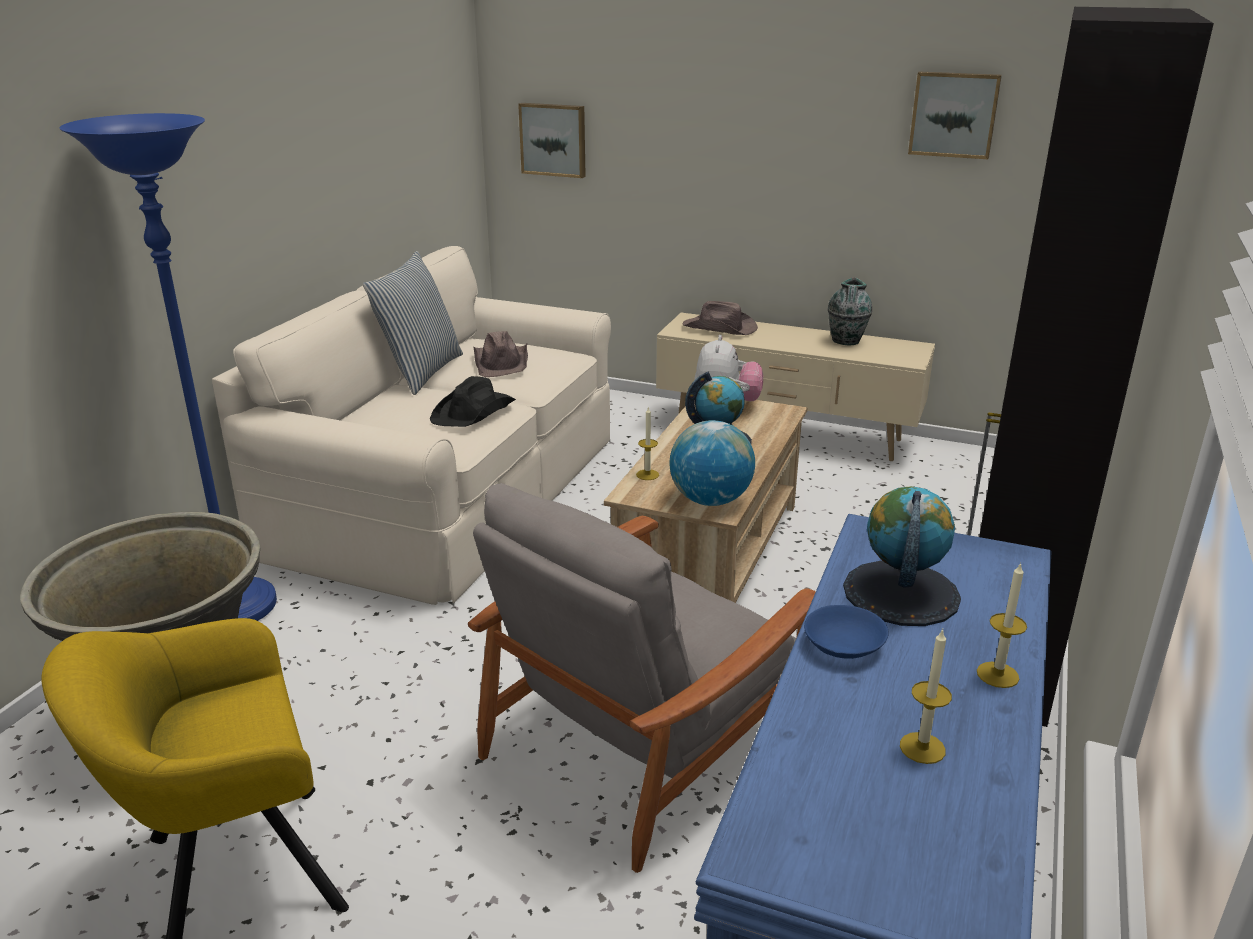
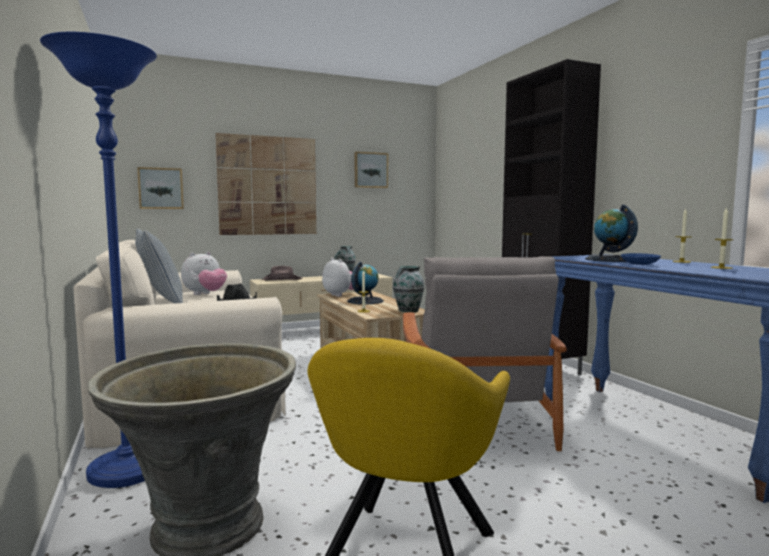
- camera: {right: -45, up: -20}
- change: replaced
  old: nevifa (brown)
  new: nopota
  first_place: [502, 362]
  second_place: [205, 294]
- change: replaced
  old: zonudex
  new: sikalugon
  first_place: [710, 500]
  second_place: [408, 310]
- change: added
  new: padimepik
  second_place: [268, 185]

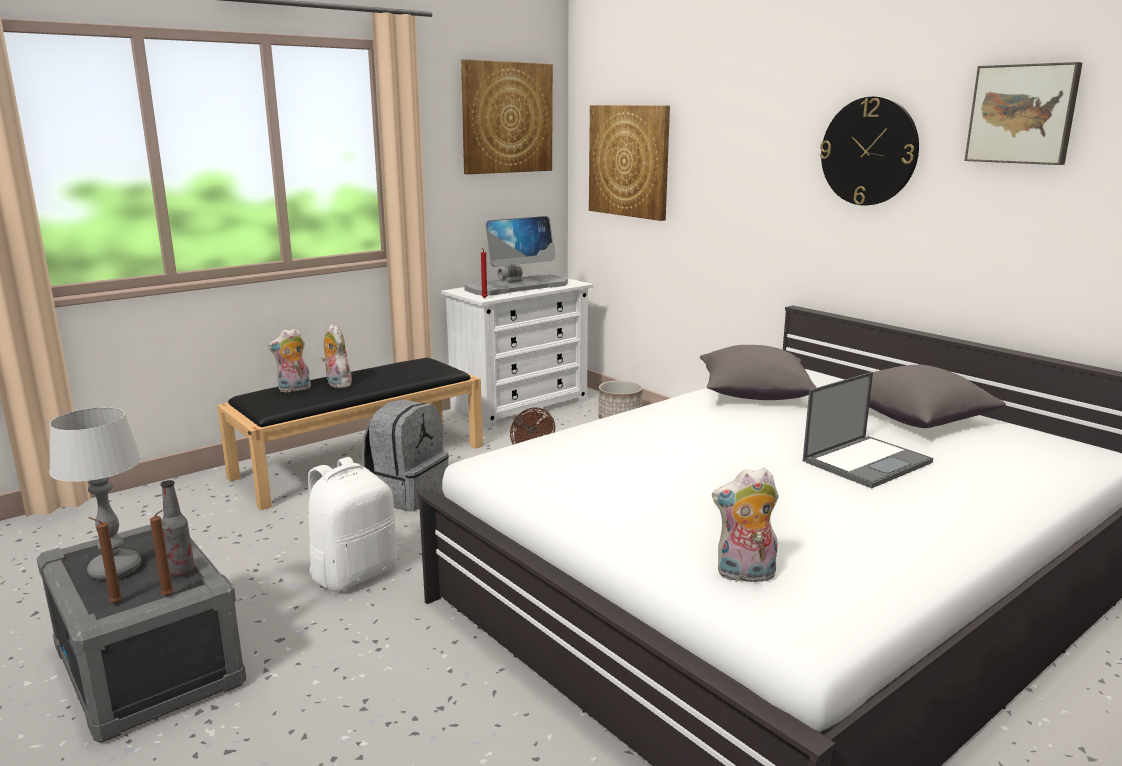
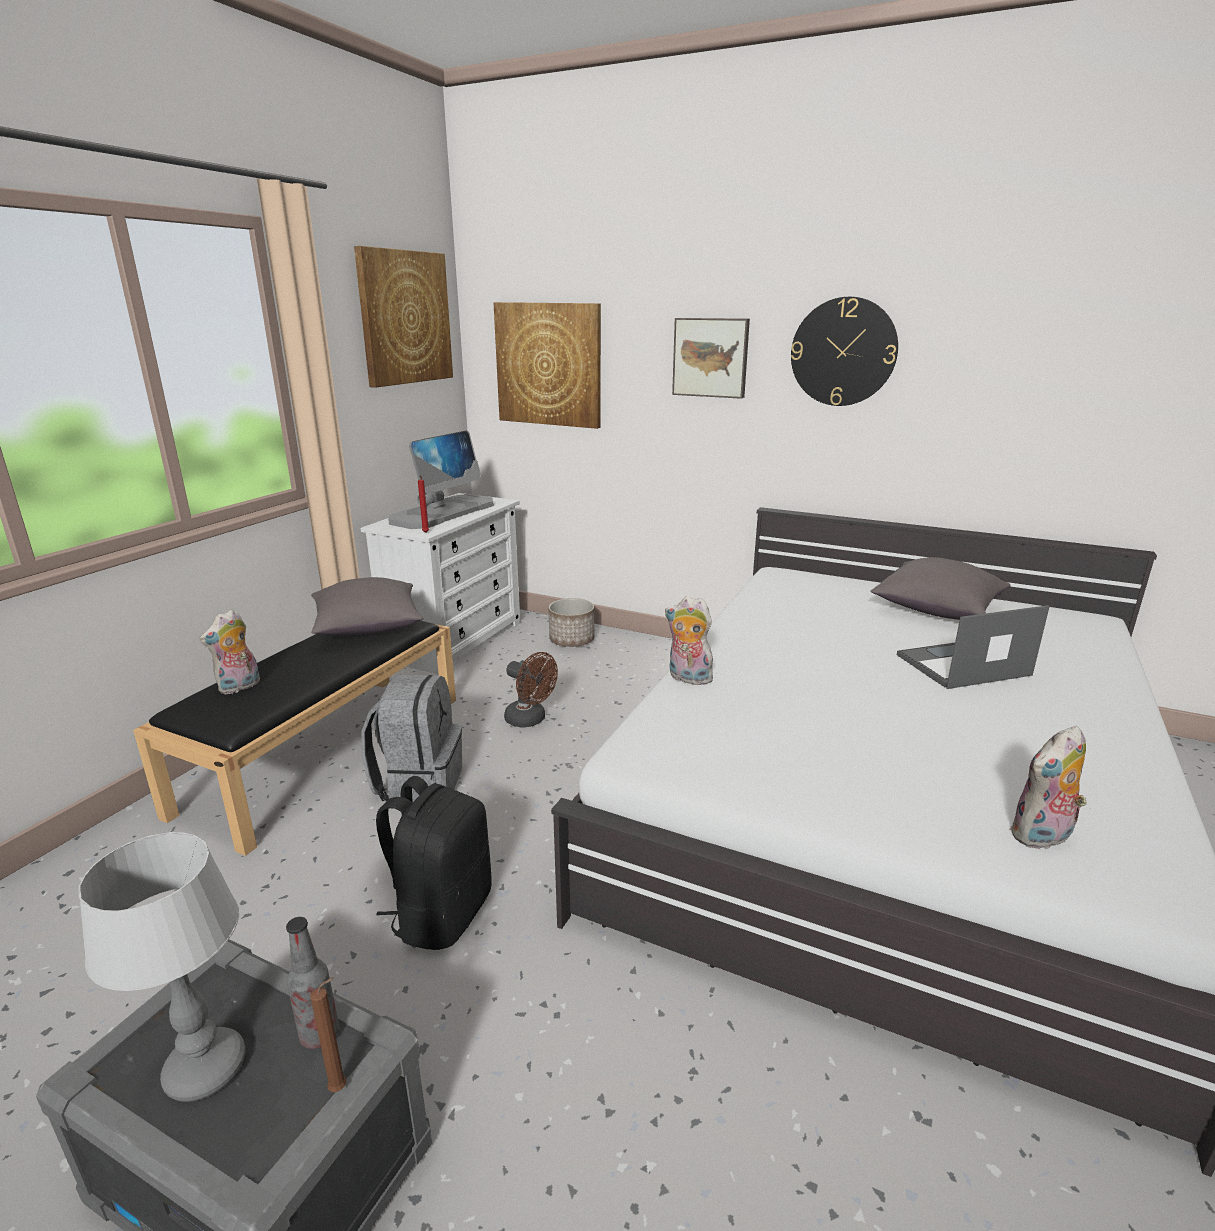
- camera: {right: -25, up: 5}
- change: removed
  old: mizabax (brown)
  first_place: [114, 603]
- change: recoloured
  old: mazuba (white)
  new: mazuba (black)
  first_place: [354, 573]
  second_place: [441, 914]
- change: moved
  old: nopota
  first_place: [336, 384]
  second_place: [687, 678]
- change: moved
  old: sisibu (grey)
  first_place: [754, 395]
  second_place: [368, 627]
- change: turned
  old: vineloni
  first_place: [867, 461]
  second_place: [962, 665]
  degrees: -135
- change: moved
  old: padimepik
  first_place: [1022, 114]
  second_place: [711, 357]

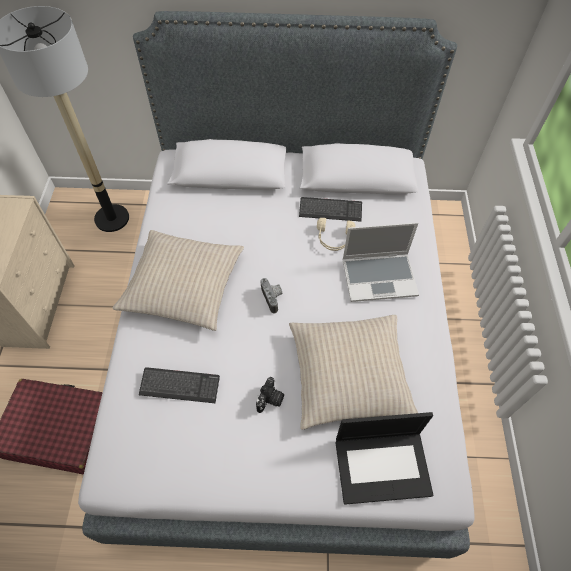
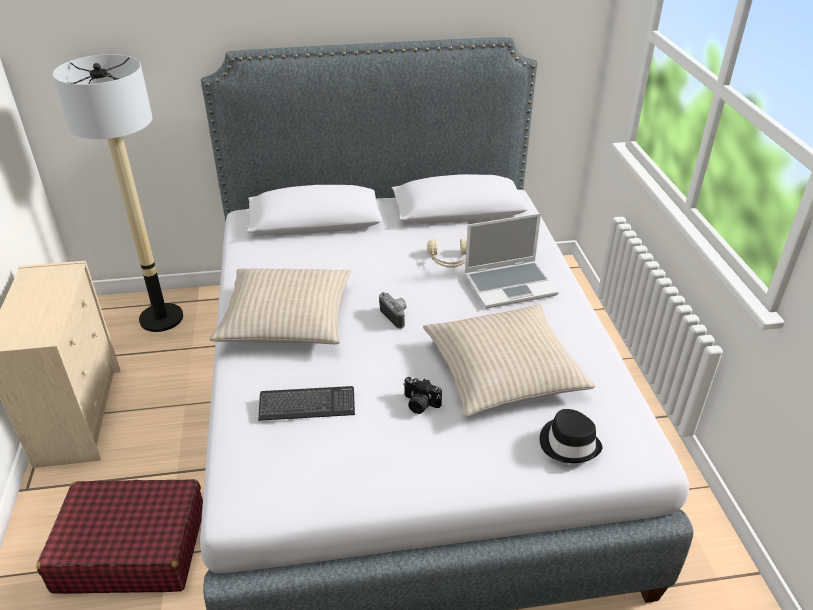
- camera: {right: -10, up: -20}
- change: turned
  old: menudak
  first_place: [270, 400]
  second_place: [419, 404]
  degrees: 105
- change: removed
  old: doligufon
  first_place: [330, 210]
- change: replaced
  old: vineloni
  new: nevifa (black)
  first_place: [383, 465]
  second_place: [569, 443]

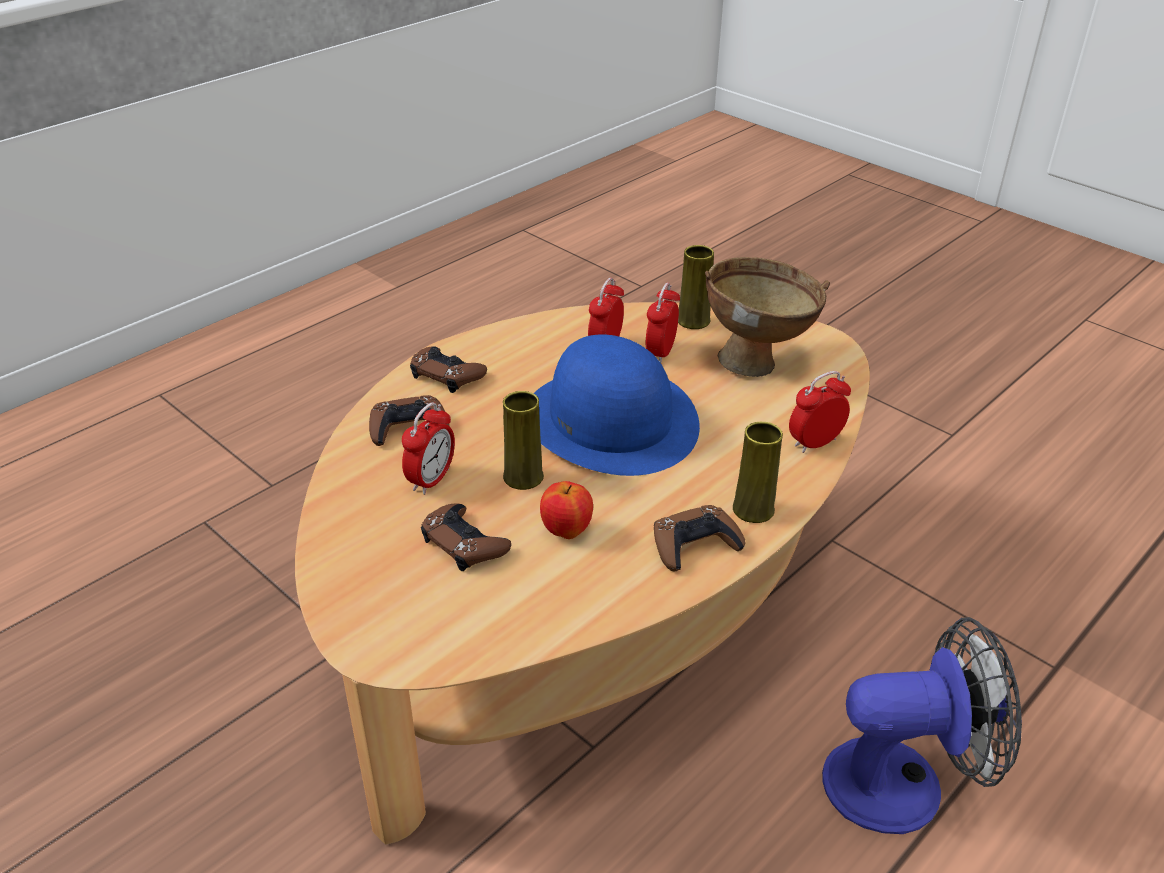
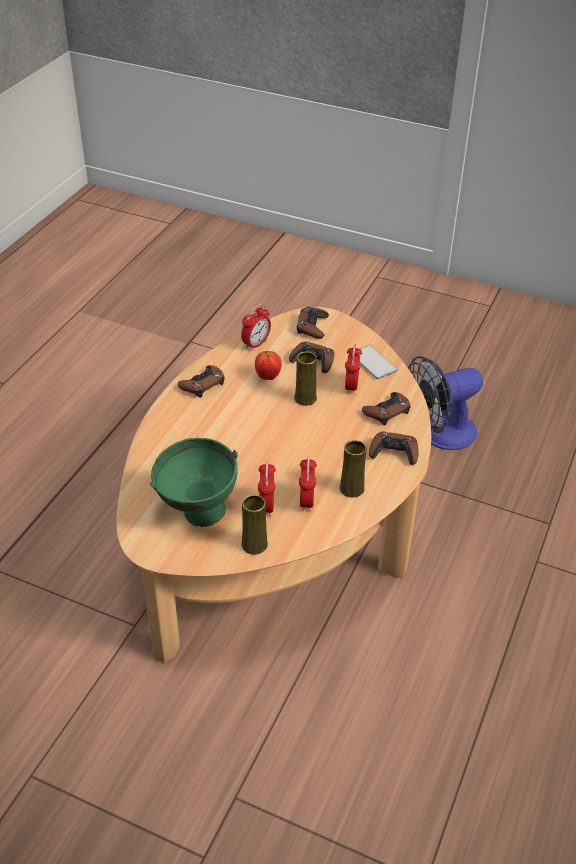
- camera: {right: 160, up: 5}
- change: removed
  old: nevifa (blue)
  first_place: [611, 421]
- change: recoloured
  old: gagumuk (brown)
  new: gagumuk (green)
  first_place: [759, 362]
  second_place: [196, 515]
- change: moved
  old: sikalugon (yellow)
  first_place: [753, 509]
  second_place: [351, 489]
- change: moved
  old: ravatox
  first_place: [815, 443]
  second_place: [256, 344]
- change: moved
  old: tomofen
  first_place: [903, 783]
  second_place: [439, 434]
- change: added
  new: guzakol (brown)
  second_place: [312, 326]
- change: added
  new: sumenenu
  second_place: [373, 363]

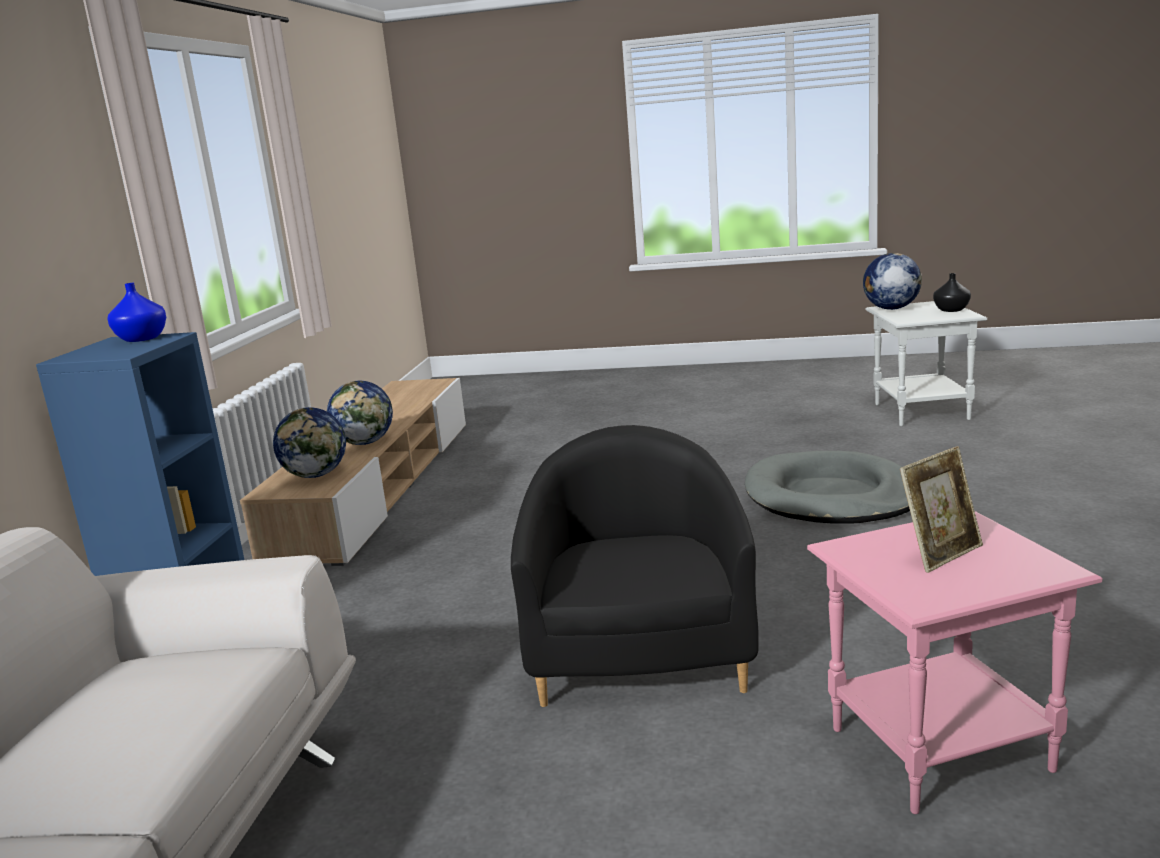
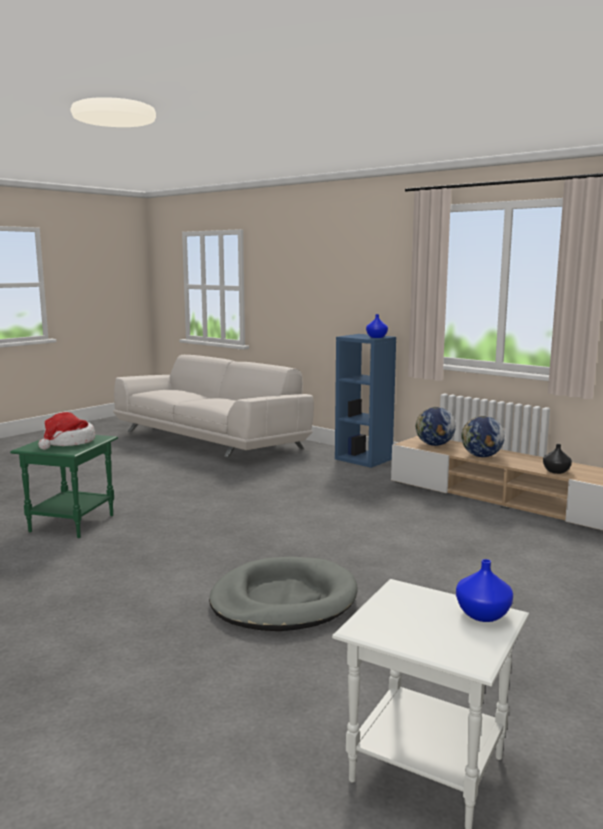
- camera: {right: 120, up: -5}
- change: removed
  old: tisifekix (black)
  first_place: [639, 654]
- change: recoloured
  old: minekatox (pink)
  new: minekatox (green)
  first_place: [937, 750]
  second_place: [72, 523]
- change: replaced
  old: zonudex
  new: sikalugon (blue)
  first_place: [891, 309]
  second_place: [483, 614]
- change: replaced
  old: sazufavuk
  new: nevifa
  first_place: [941, 554]
  second_place: [68, 443]
- change: moved
  old: sikalugon (black)
  first_place: [951, 310]
  second_place: [555, 471]

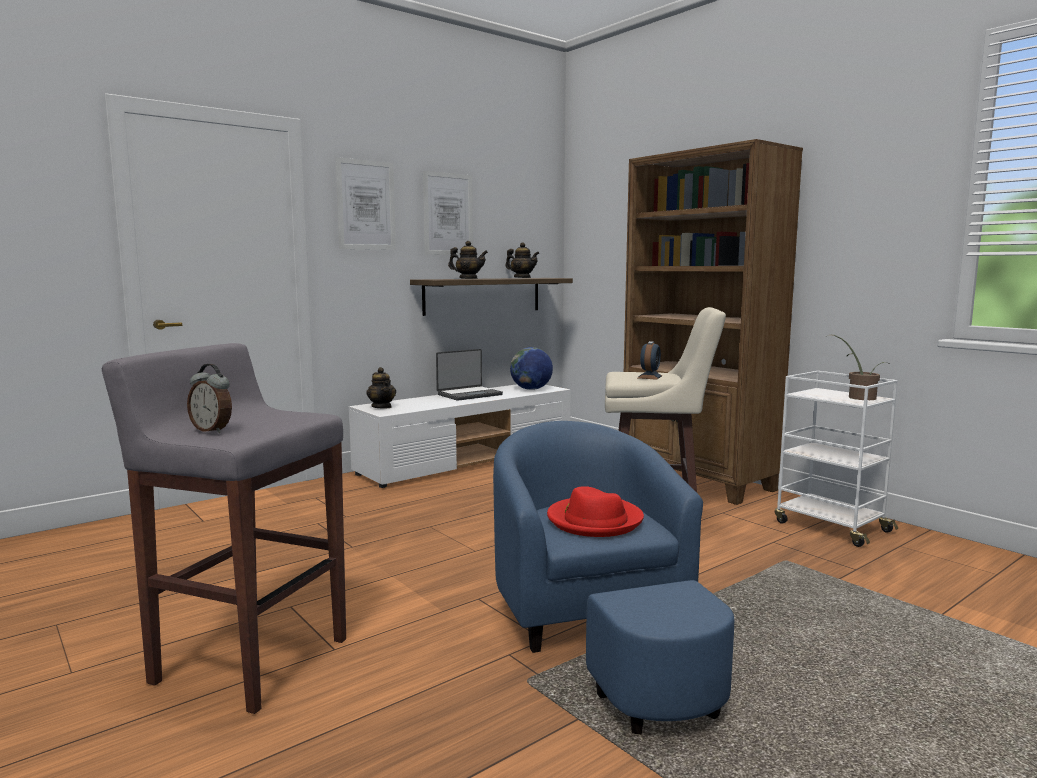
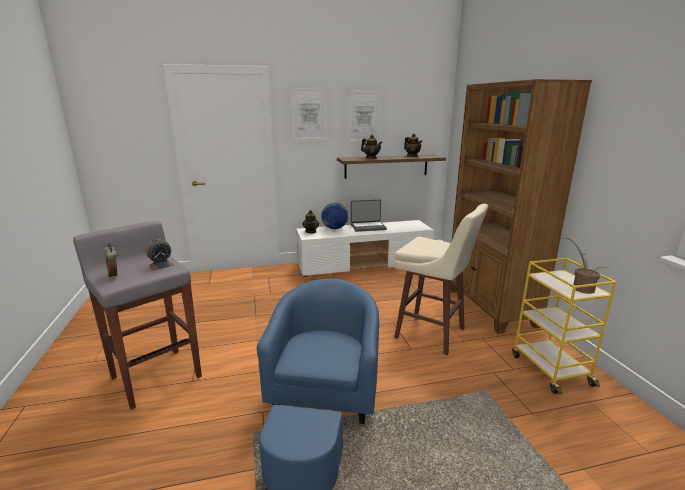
- camera: {right: 25, up: 10}
- change: moved
  old: zonudex
  first_place: [531, 389]
  second_place: [334, 228]
- change: removed
  old: nevifa (red)
  first_place: [594, 521]
- change: moved
  old: ravatox
  first_place: [649, 377]
  second_place: [161, 265]
- change: recoloured
  old: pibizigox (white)
  new: pibizigox (yellow)
  first_place: [830, 526]
  second_place: [550, 369]

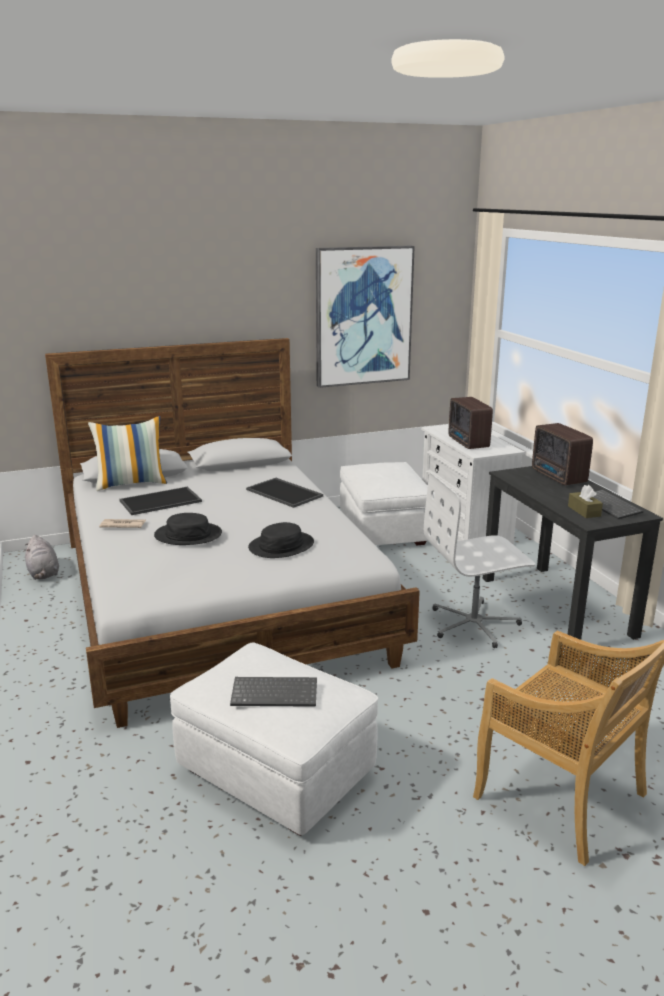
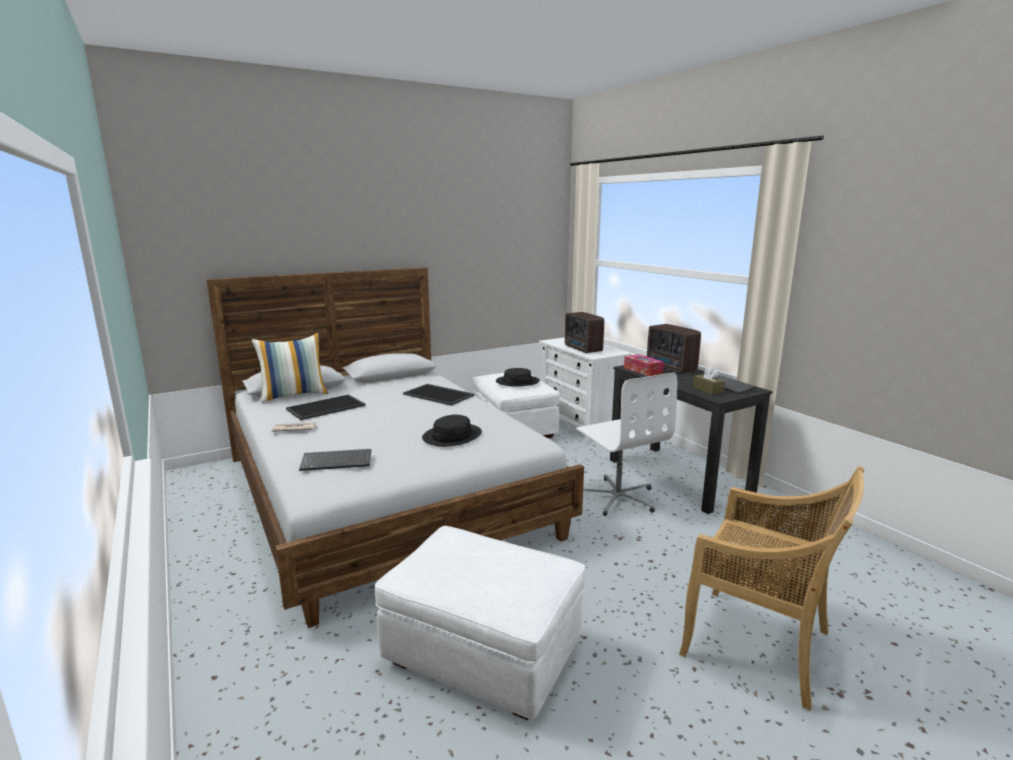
- camera: {right: -10, up: -5}
- change: removed
  old: nopota (grey)
  first_place: [43, 574]
- change: moved
  old: nevifa (black)
  first_place: [188, 535]
  second_place: [517, 382]
- change: moved
  old: doligufon
  first_place: [275, 693]
  second_place: [337, 461]
- change: removed
  old: padimepik
  first_place: [363, 316]
- change: turned
  old: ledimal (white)
  first_place: [474, 624]
  second_place: [618, 497]
  degrees: -90
- change: added
  new: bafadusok
  second_place: [643, 370]

